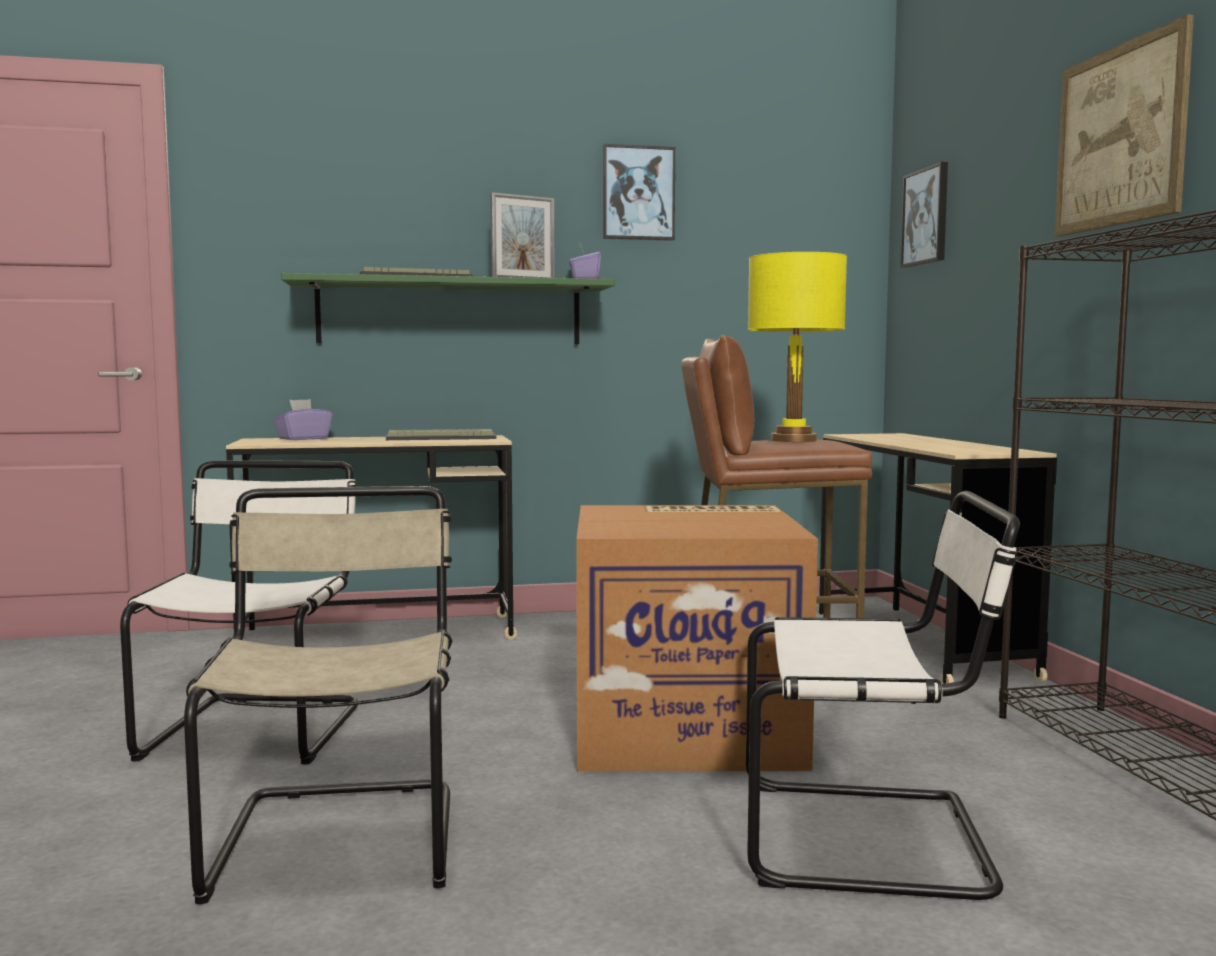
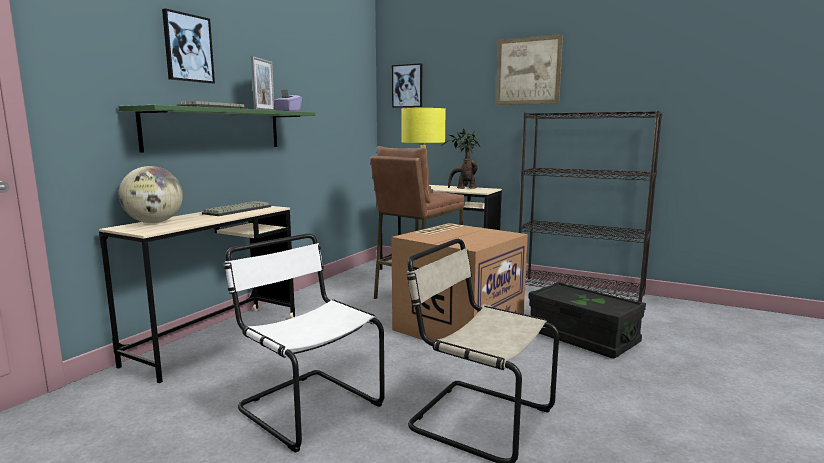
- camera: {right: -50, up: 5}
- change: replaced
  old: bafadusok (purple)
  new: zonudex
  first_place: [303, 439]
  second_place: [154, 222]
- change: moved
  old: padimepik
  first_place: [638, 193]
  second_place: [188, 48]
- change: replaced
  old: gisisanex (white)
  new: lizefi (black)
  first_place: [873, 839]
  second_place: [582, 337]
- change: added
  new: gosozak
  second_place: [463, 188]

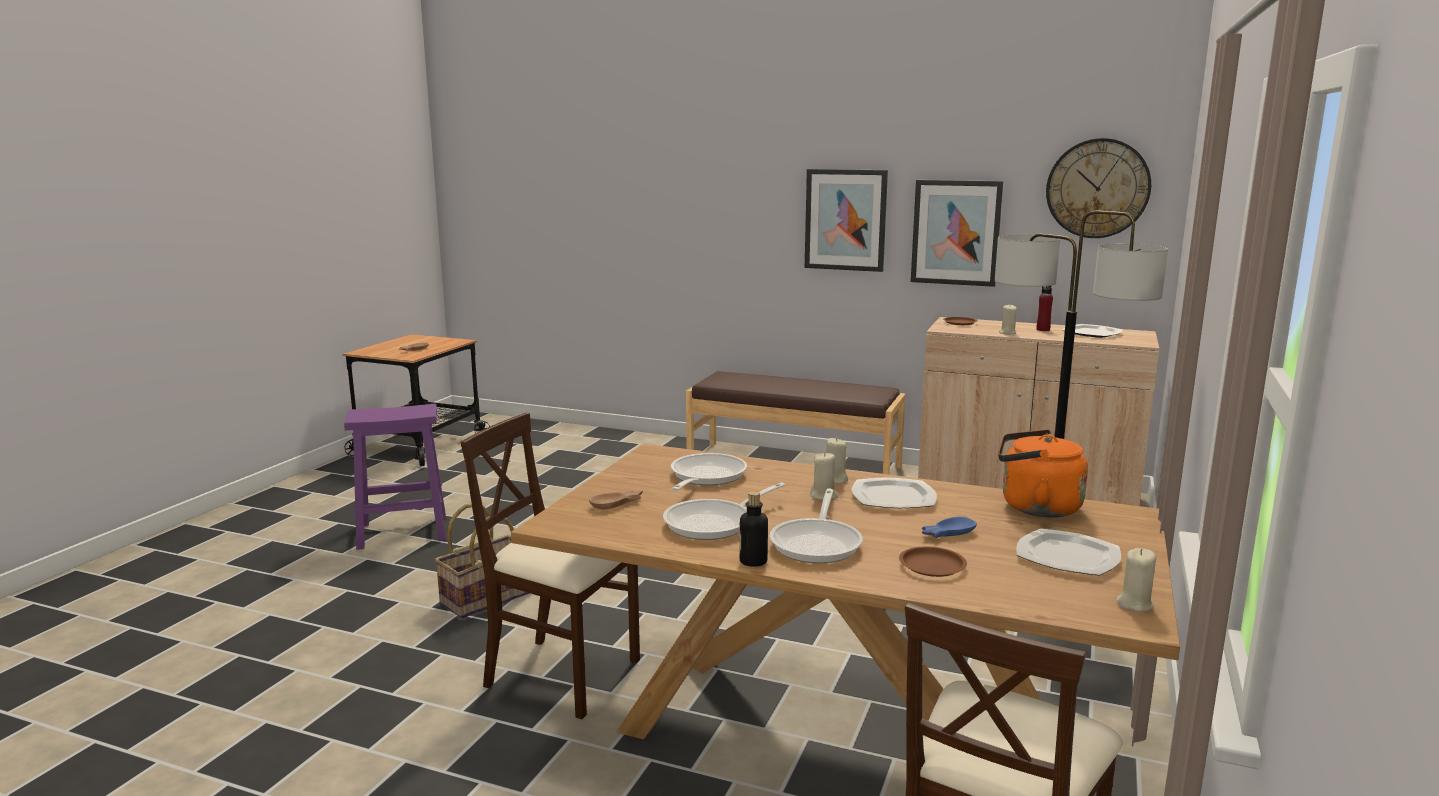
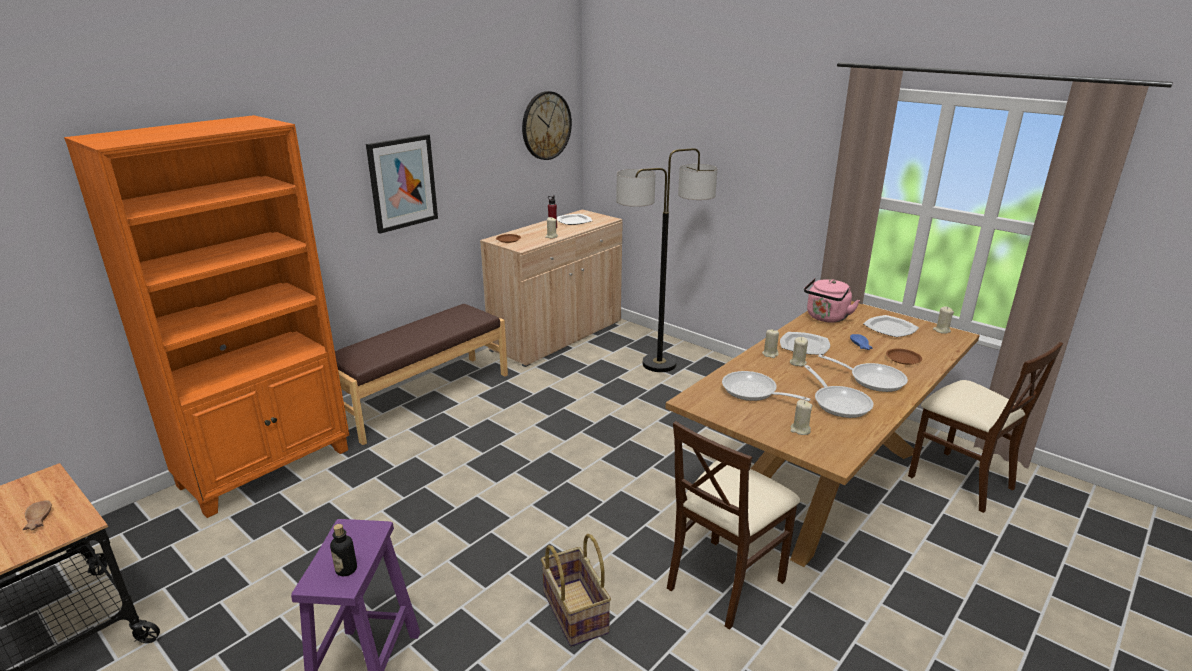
- camera: {right: -70, up: 10}
- change: replaced
  old: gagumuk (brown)
  new: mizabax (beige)
  first_place: [617, 504]
  second_place: [800, 430]
- change: moved
  old: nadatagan
  first_place: [753, 561]
  second_place: [346, 569]
- change: removed
  old: padimepik
  first_place: [956, 232]
- change: recoloured
  old: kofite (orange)
  new: kofite (pink)
  first_place: [1035, 507]
  second_place: [826, 318]
- change: added
  new: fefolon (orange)
  second_place: [267, 467]

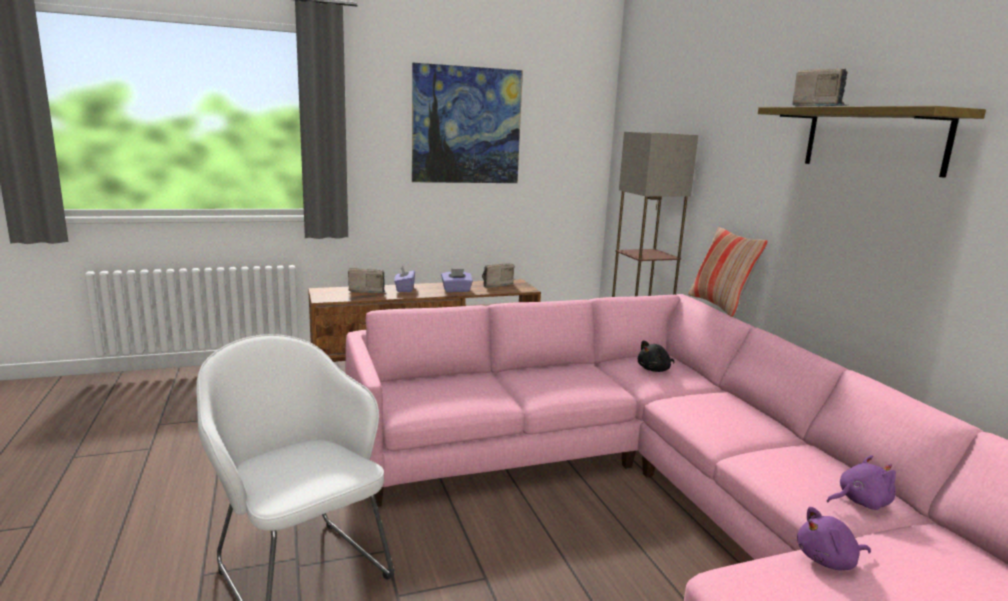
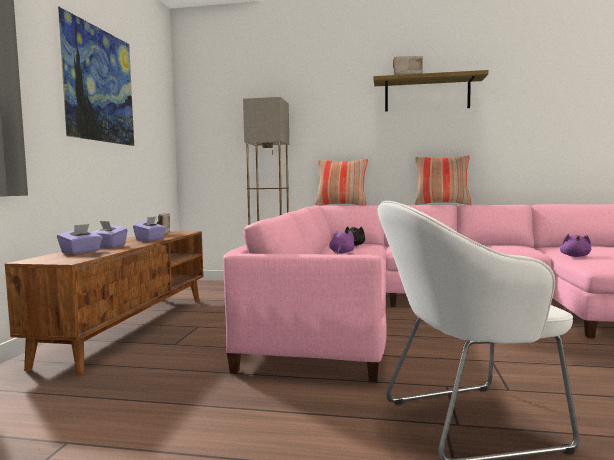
- camera: {right: -60, up: -10}
- change: replaced
  old: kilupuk
  new: bafadusok (purple)
  first_place: [367, 291]
  second_place: [81, 252]
- change: moved
  old: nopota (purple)
  first_place: [860, 502]
  second_place: [341, 253]
- change: added
  new: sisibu
  second_place: [442, 204]

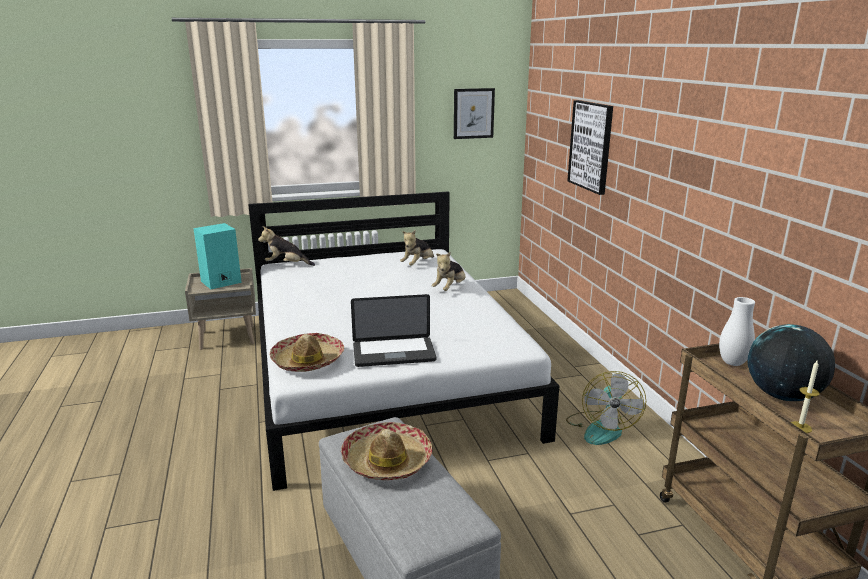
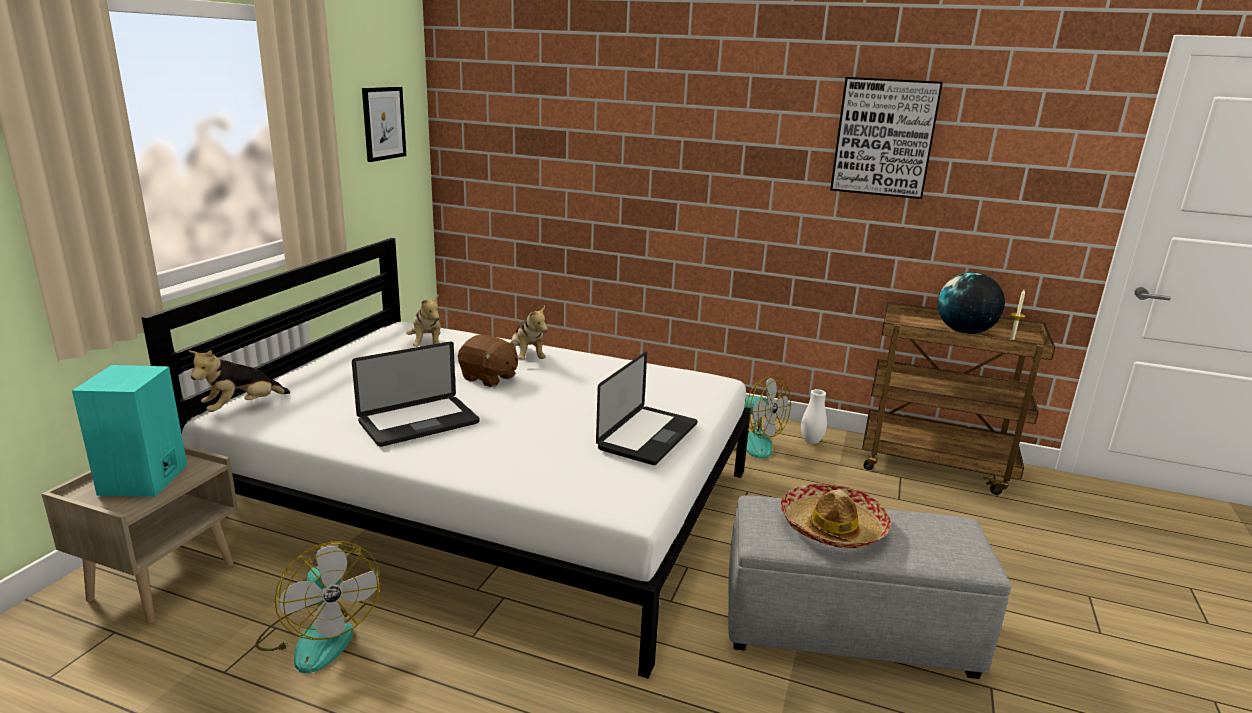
- camera: {right: -55, up: 0}
- change: removed
  old: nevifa
  first_place: [307, 360]
- change: moved
  old: padimepik
  first_place: [591, 146]
  second_place: [884, 137]
- change: moved
  old: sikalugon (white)
  first_place: [732, 363]
  second_place: [811, 441]
- change: added
  new: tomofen
  second_place: [318, 635]
- change: added
  new: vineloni
  second_place: [419, 423]
- change: added
  new: nopota (brown)
  second_place: [489, 378]

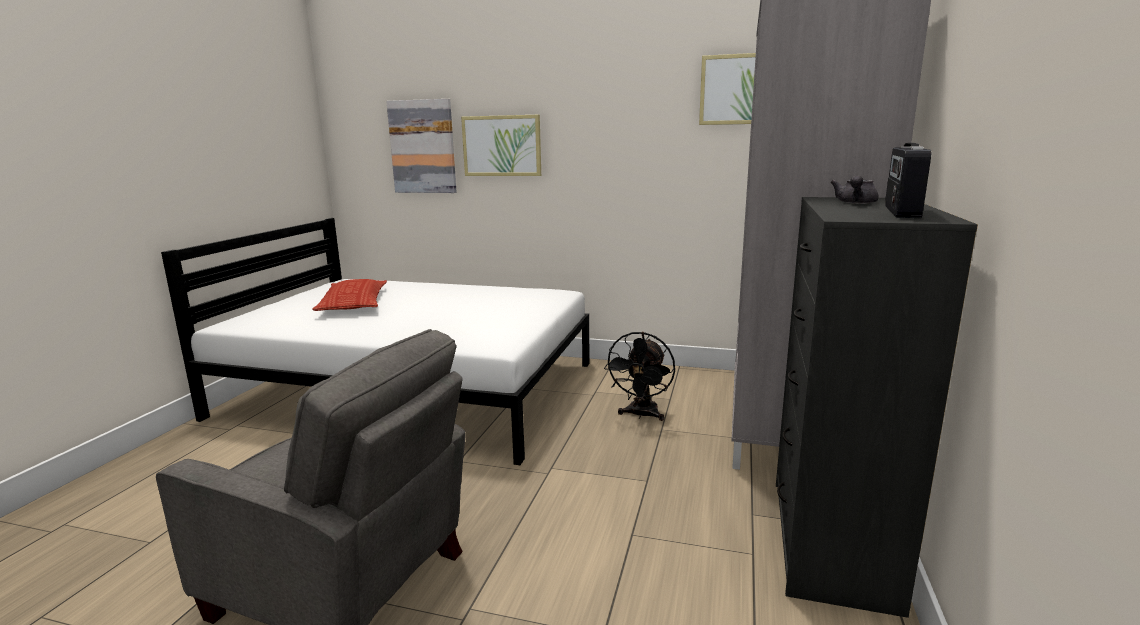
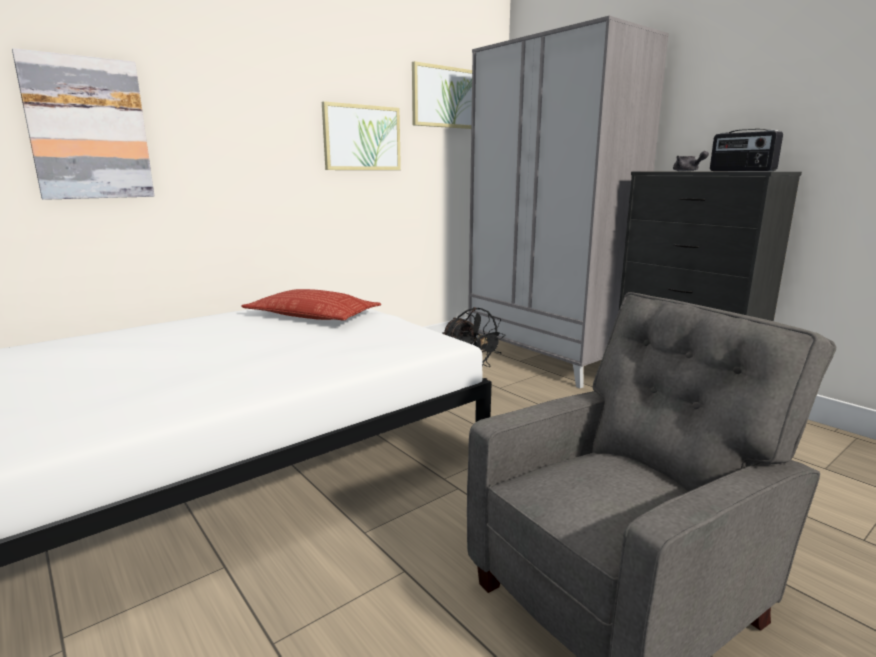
- camera: {right: -55, up: 0}
- change: moved
  old: sisibu
  first_place: [354, 303]
  second_place: [312, 315]
- change: moved
  old: padimepik
  first_place: [502, 146]
  second_place: [362, 138]

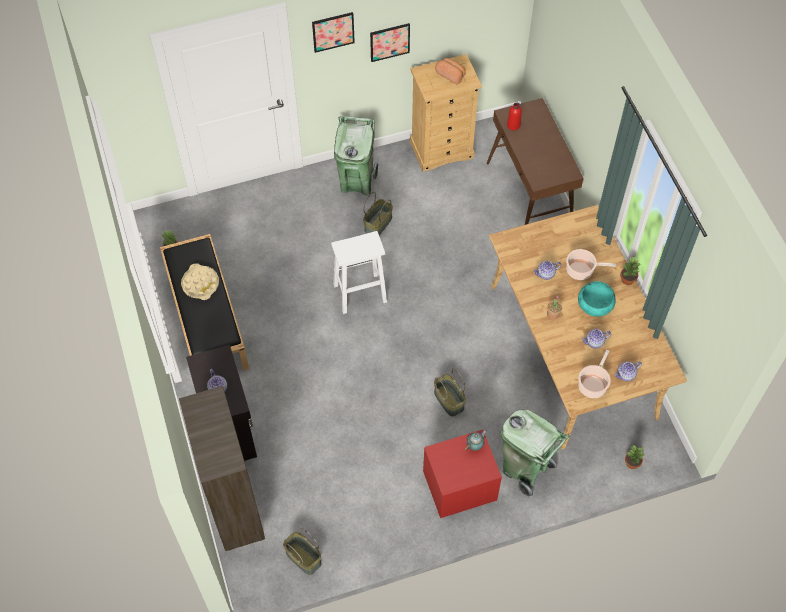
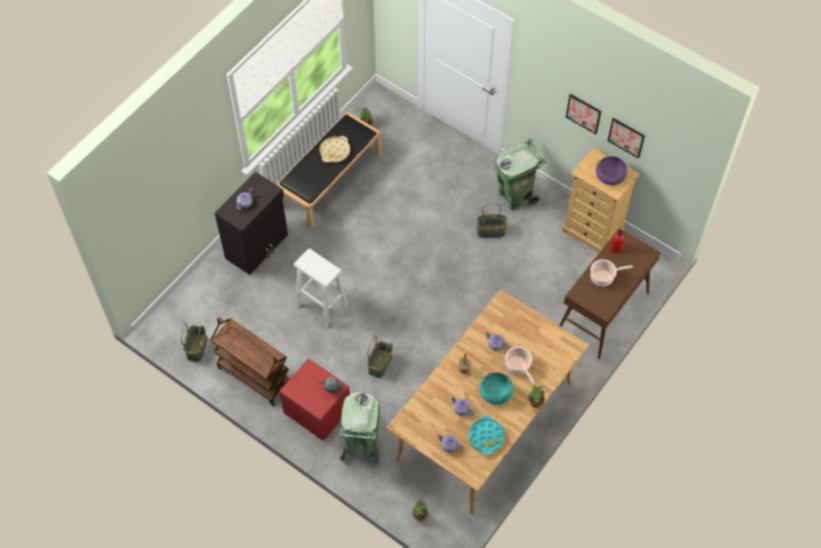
- camera: {right: 55, up: 0}
- change: removed
  old: fefolon (brown)
  first_place: [235, 514]
- change: moved
  old: padimepik
  first_place: [333, 31]
  second_place: [626, 137]
- change: moved
  old: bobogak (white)
  first_place: [359, 293]
  second_place: [321, 304]
- change: replaced
  old: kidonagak
  new: gagumuk (purple)
  first_place: [451, 74]
  second_place: [610, 175]
- change: moved
  old: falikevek
  first_place: [593, 385]
  second_place: [603, 277]
- change: added
  new: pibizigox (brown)
  second_place: [254, 375]
- change: added
  new: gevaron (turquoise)
  second_place: [486, 437]

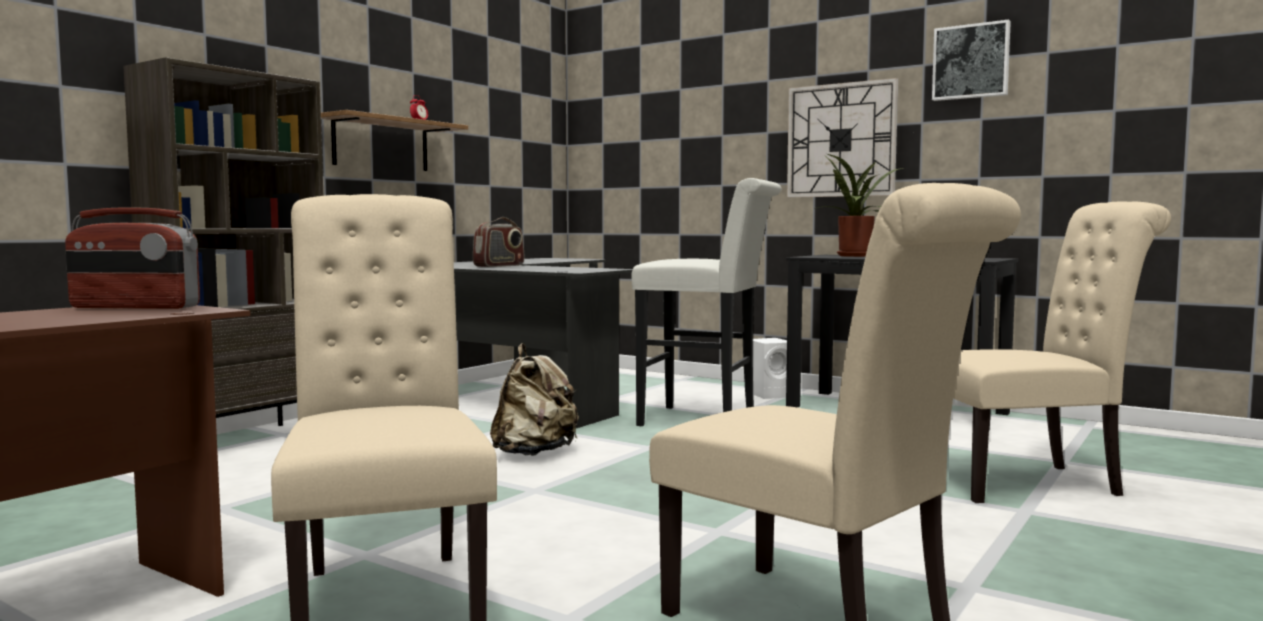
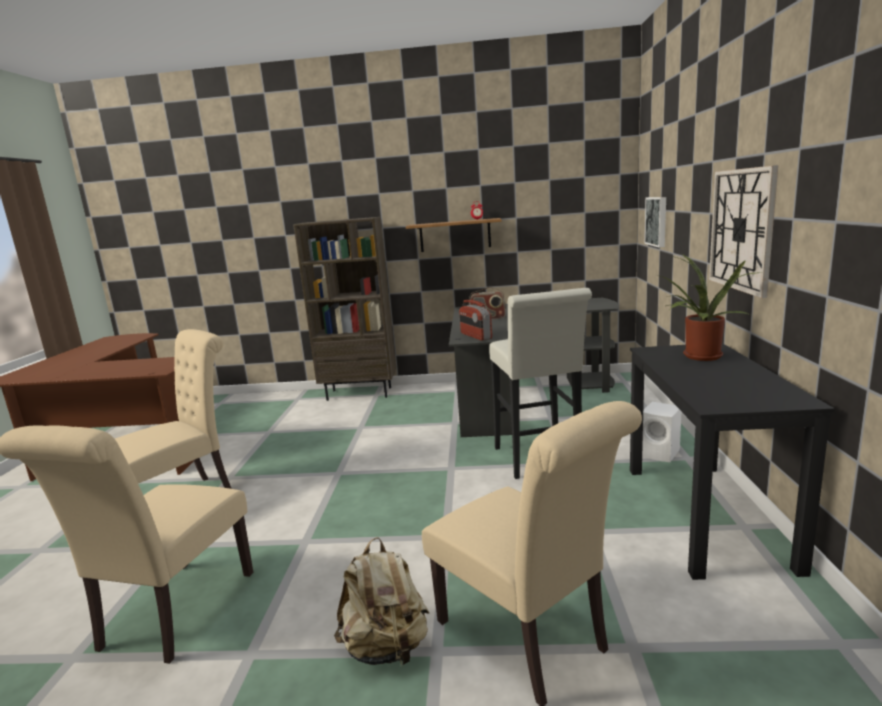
- camera: {right: 60, up: 10}
- change: moved
  old: kilupuk
  first_place: [134, 307]
  second_place: [475, 336]
- change: moved
  old: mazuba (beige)
  first_place: [534, 453]
  second_place: [386, 648]
- change: moved
  old: padimepik
  first_place: [971, 62]
  second_place: [657, 221]

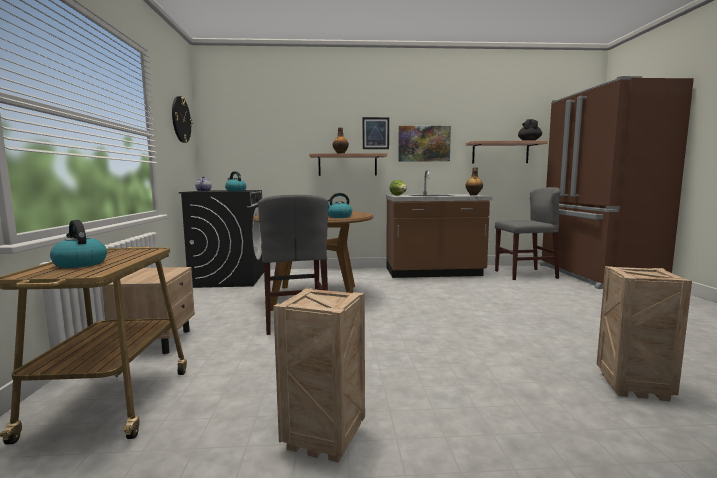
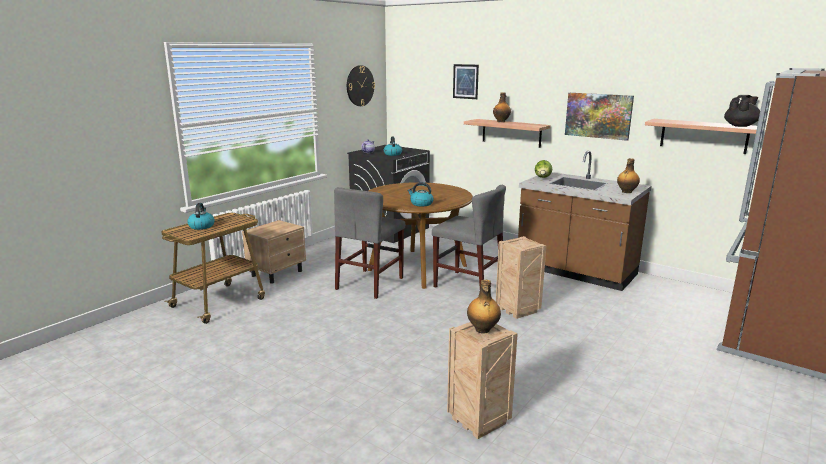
- camera: {right: 40, up: 10}
- change: moved
  old: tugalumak
  first_place: [326, 438]
  second_place: [518, 310]
- change: moved
  old: padimepik
  first_place: [375, 133]
  second_place: [465, 81]
- change: moved
  old: gisisanex (grey)
  first_place: [525, 274]
  second_place: [468, 285]
- change: added
  new: nadatagan
  second_place: [482, 330]

